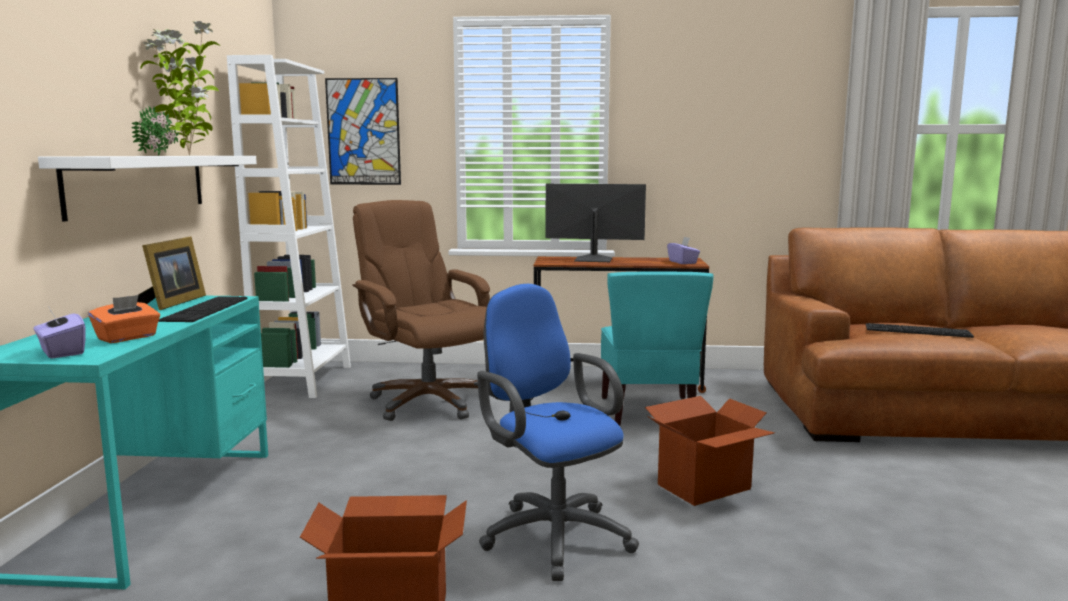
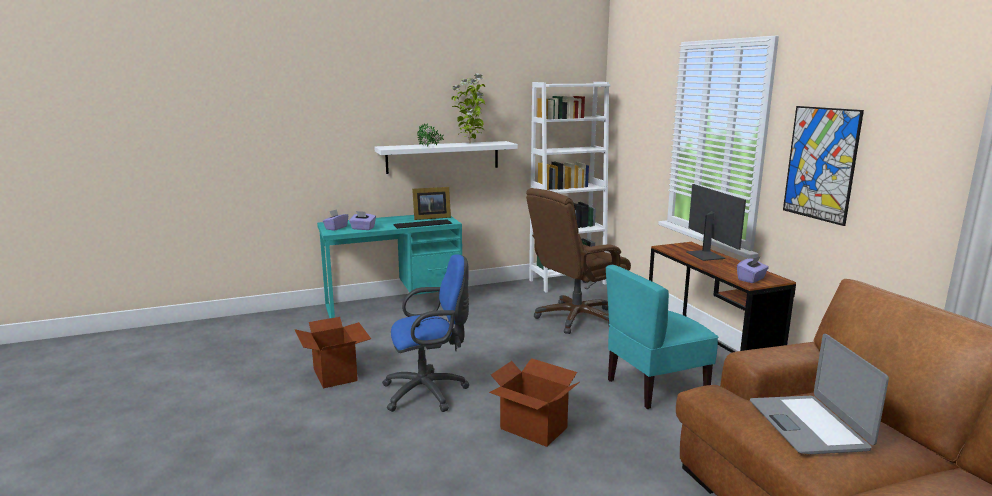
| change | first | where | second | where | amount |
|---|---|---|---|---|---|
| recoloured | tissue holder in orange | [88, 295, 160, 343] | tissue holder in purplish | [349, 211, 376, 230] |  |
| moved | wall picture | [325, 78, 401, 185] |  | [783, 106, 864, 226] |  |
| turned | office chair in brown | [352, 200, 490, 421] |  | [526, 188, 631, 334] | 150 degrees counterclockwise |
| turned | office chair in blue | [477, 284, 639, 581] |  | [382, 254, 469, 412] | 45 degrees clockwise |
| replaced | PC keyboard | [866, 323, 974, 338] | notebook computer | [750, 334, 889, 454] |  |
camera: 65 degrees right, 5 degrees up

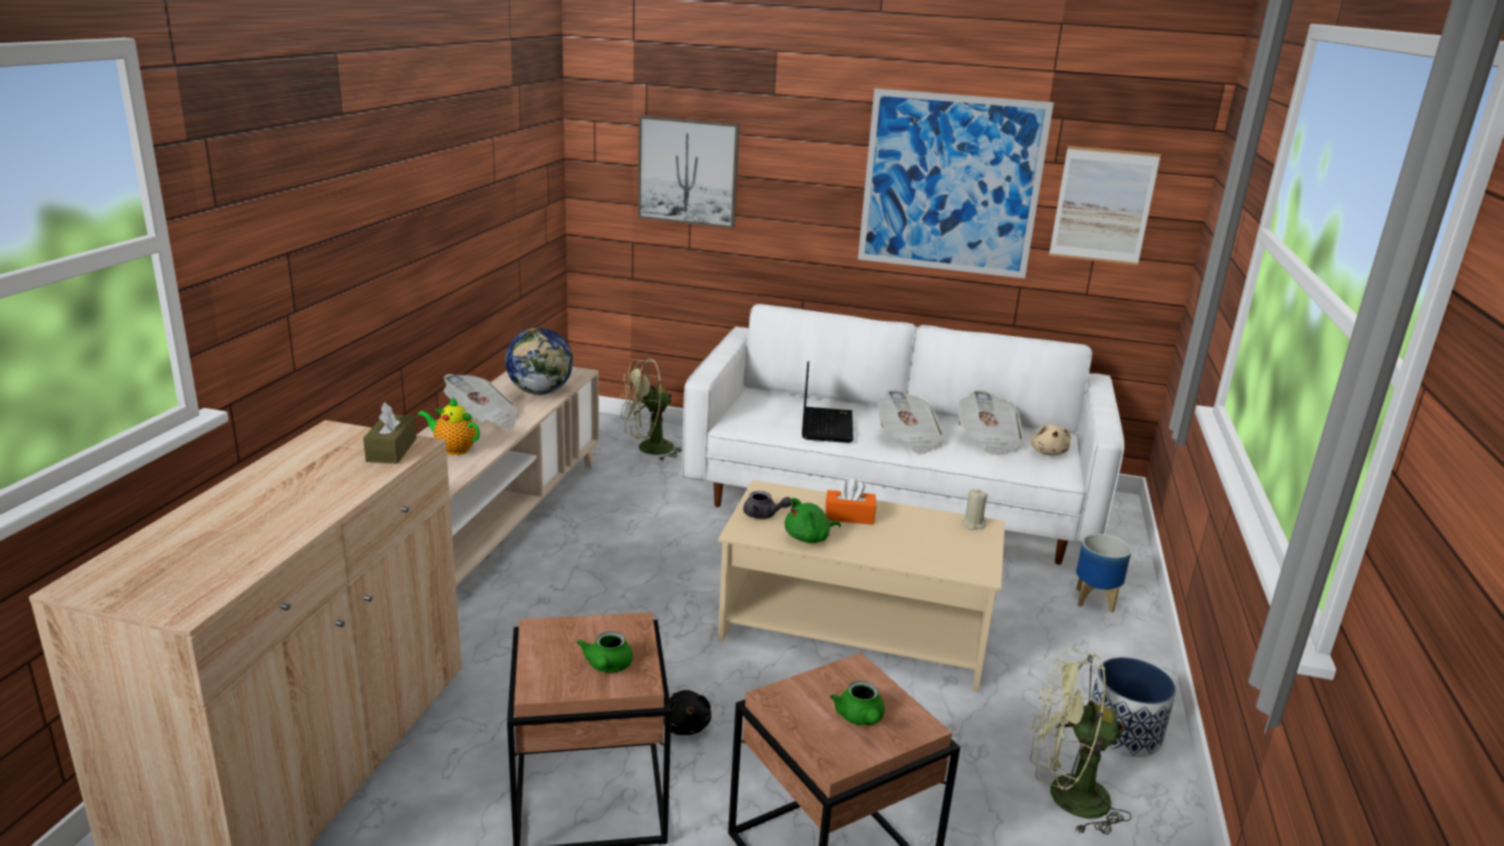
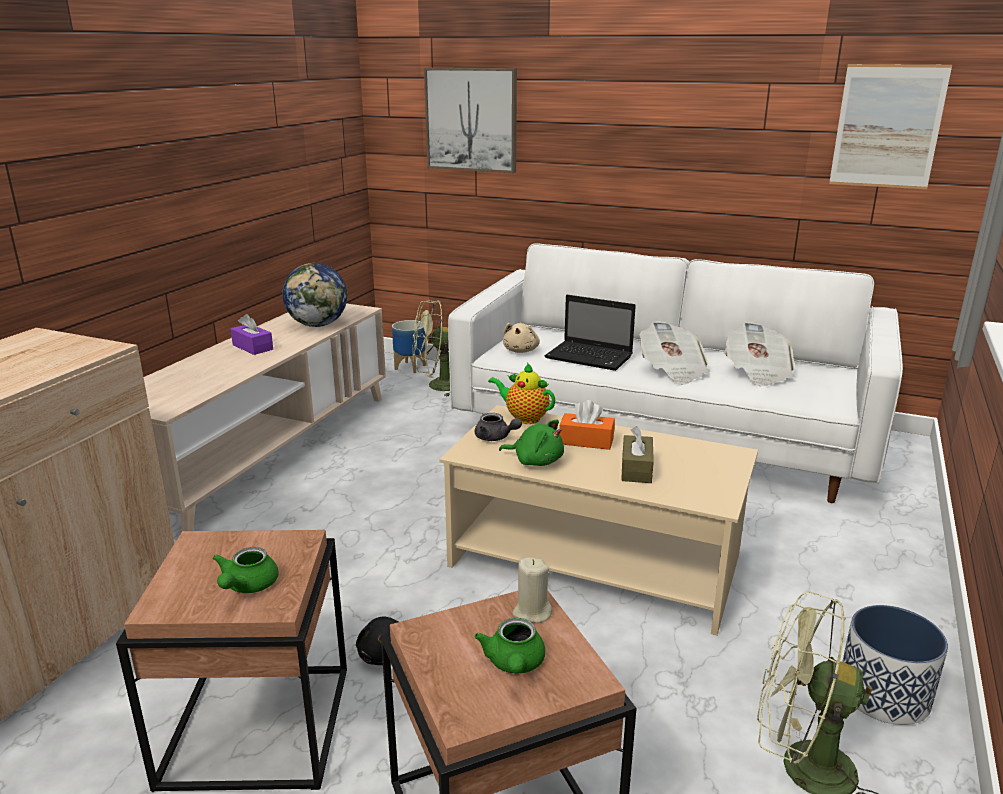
| change | first | where | second | where | amount |
|---|---|---|---|---|---|
| moved | tissue holder in brown | [363, 403, 417, 464] |  | [621, 426, 654, 483] |  |
| moved | tea pot | [417, 397, 480, 455] |  | [488, 363, 555, 424] |  |
| replaced | newspaper | [443, 374, 519, 429] | tissue holder in purplish | [231, 314, 273, 355] |  |
| turned | cuddly toy in green | [785, 498, 841, 543] |  | [499, 420, 564, 466] | 135 degrees counterclockwise |
| turned | notebook computer | [802, 361, 853, 443] |  | [545, 295, 636, 371] | 105 degrees clockwise |
| removed | wall picture | [858, 88, 1054, 279] |  |  |  |
| moved | wax light in beige-coloured | [962, 489, 988, 530] |  | [513, 557, 552, 623] |  |
| moved | cuddly toy in beige-coloured | [1030, 424, 1071, 456] |  | [503, 323, 540, 353] |  |
| moved | flower pot | [1076, 534, 1132, 612] |  | [392, 320, 426, 373] |  |
camera: 10 degrees right, 0 degrees up

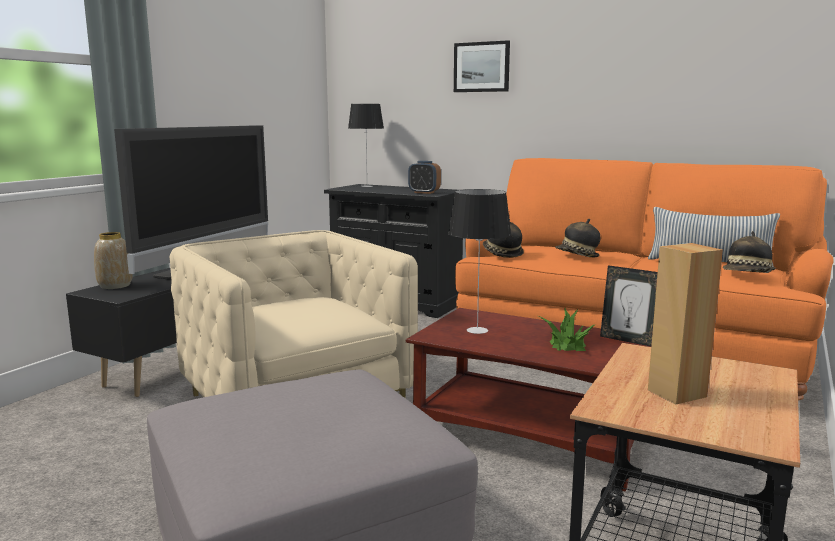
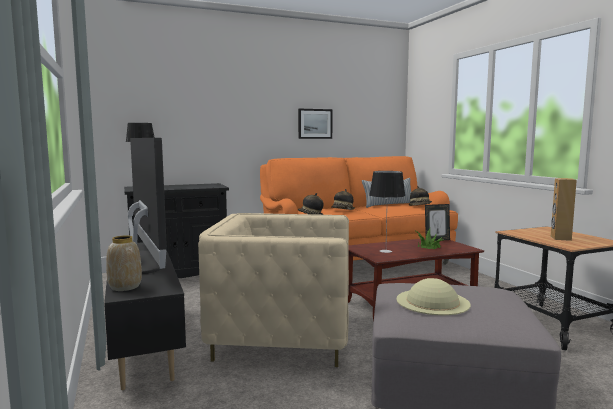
| change | first | where | second | where | amount |
|---|---|---|---|---|---|
| removed | bedside clock | [408, 161, 441, 194] |  |  |  |
| moved | wall picture | [454, 40, 510, 92] |  | [298, 109, 333, 139] |  |
| added |  |  | clothing hat in beige-coloured | [396, 278, 471, 315] |  |
camera: 50 degrees left, 5 degrees down

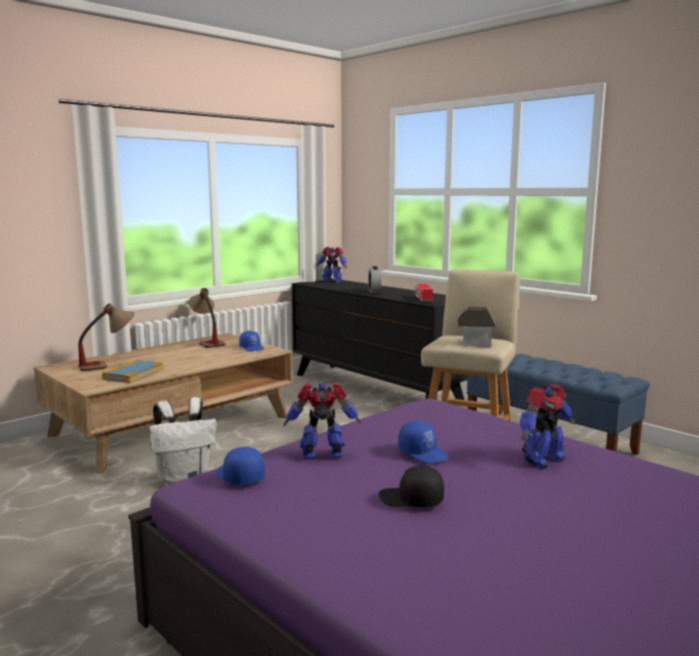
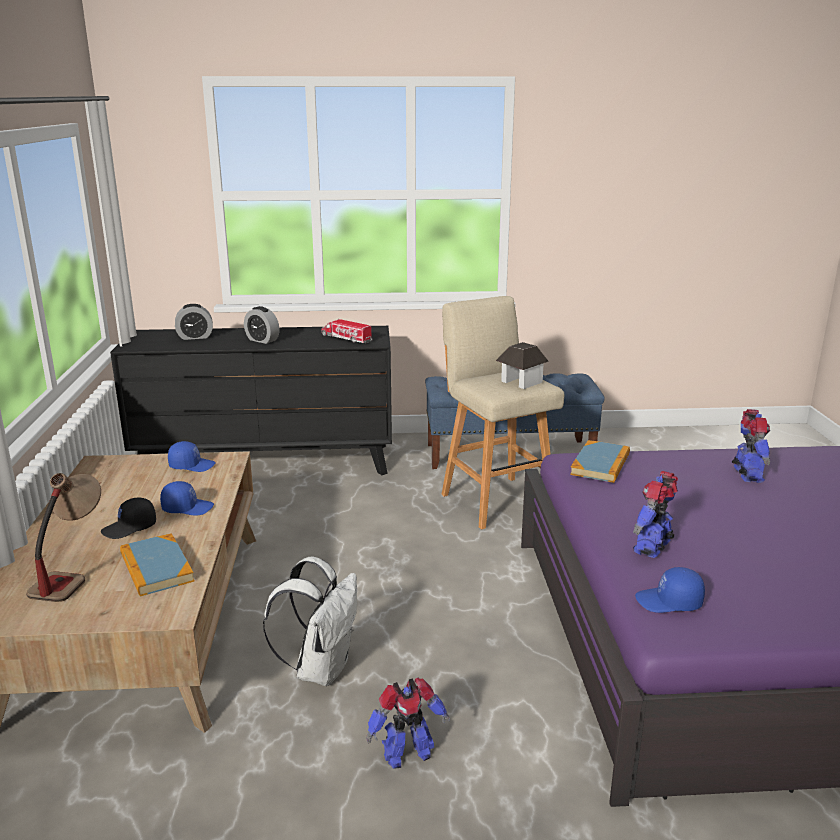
| change | first | where | second | where | amount |
|---|---|---|---|---|---|
| removed | lamp for a table | [189, 288, 225, 348] |  |  |  |
| moved | robot figure | [316, 247, 347, 282] |  | [366, 677, 450, 769] |  |
| moved | peaked cap in black-coloured | [379, 465, 444, 508] |  | [101, 498, 156, 539] |  |
| moved | peaked cap in blue | [398, 421, 449, 464] |  | [160, 481, 214, 515] |  |
| added |  |  | bedside clock | [175, 304, 213, 340] |  |
| added |  |  | bound book | [570, 440, 630, 483] |  |
camera: 50 degrees left, 10 degrees up

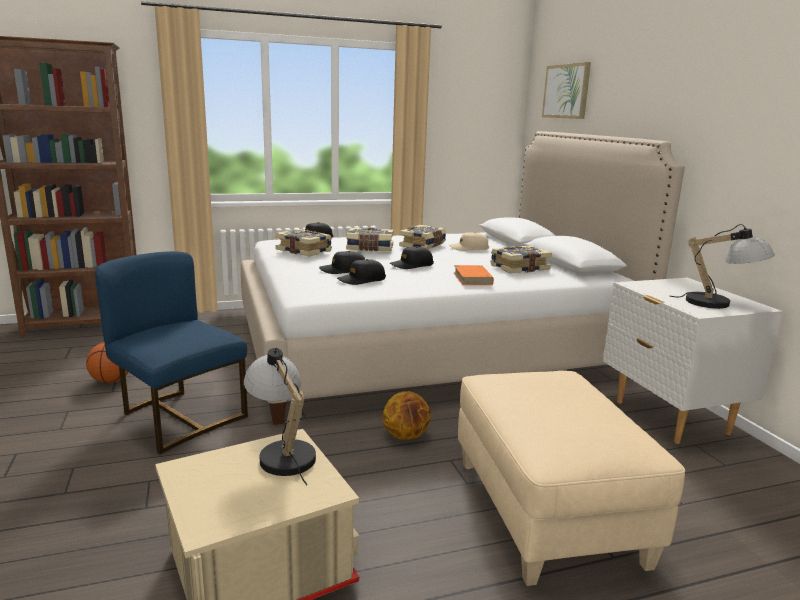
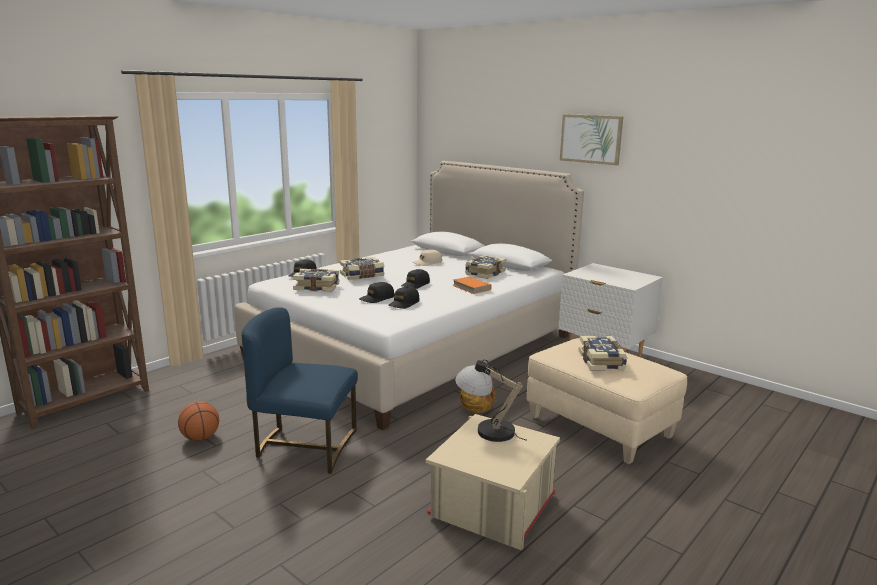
| change | first | where | second | where | amount |
|---|---|---|---|---|---|
| moved | bound book | [399, 225, 446, 249] |  | [578, 336, 627, 371] |  |
| moved | wall picture | [542, 62, 591, 119] |  | [560, 114, 623, 165] |  |
| removed | lamp for a table | [669, 224, 775, 309] |  |  |  |
camera: 30 degrees left, 0 degrees up

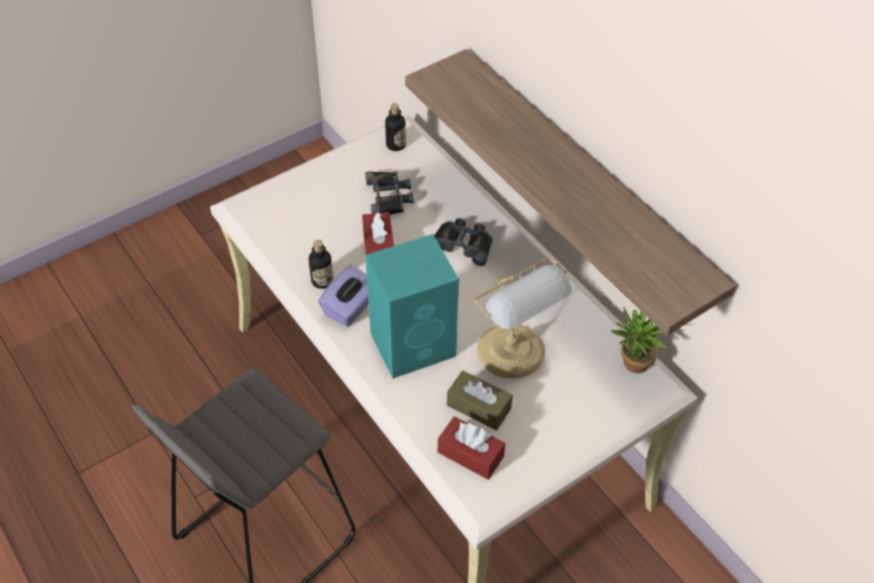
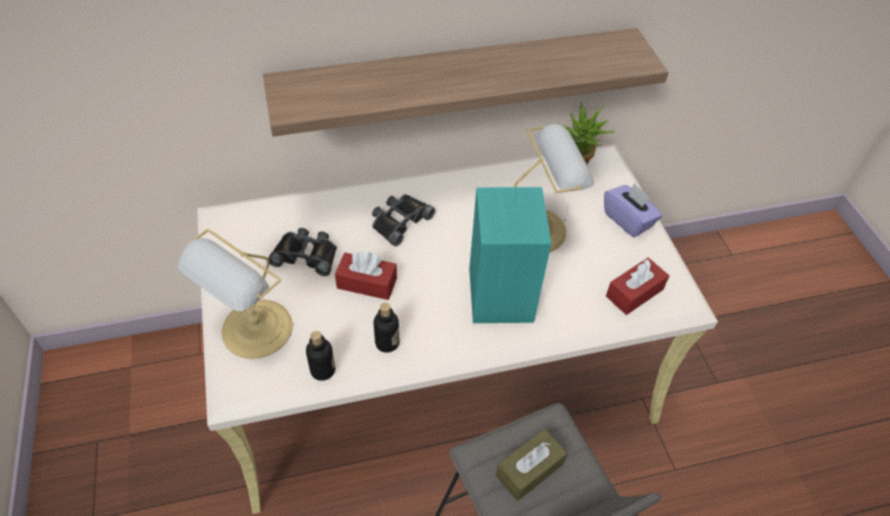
| change | first | where | second | where | amount |
|---|---|---|---|---|---|
| moved | tissue holder in purplish | [318, 265, 369, 327] |  | [604, 183, 662, 237] |  |
| moved | beverage bottle | [385, 103, 406, 151] |  | [306, 331, 335, 381] |  |
| moved | tissue holder in brown | [447, 371, 513, 430] |  | [496, 429, 567, 501] |  |
| added |  |  | lamp for a table | [177, 229, 293, 359] |  |
camera: 70 degrees left, 0 degrees up

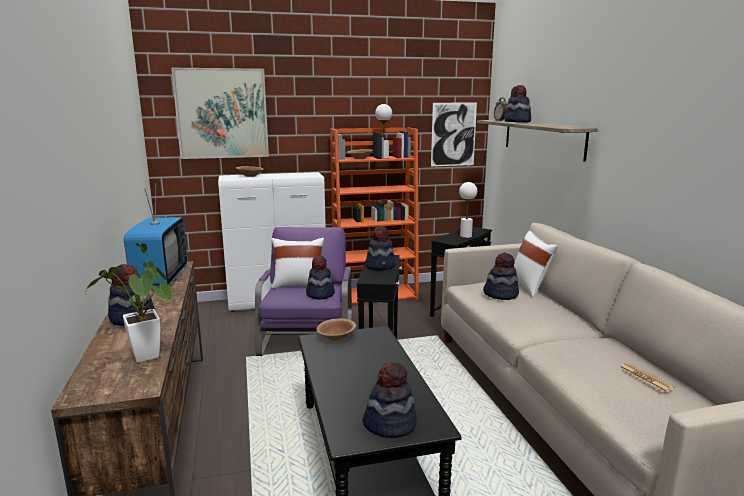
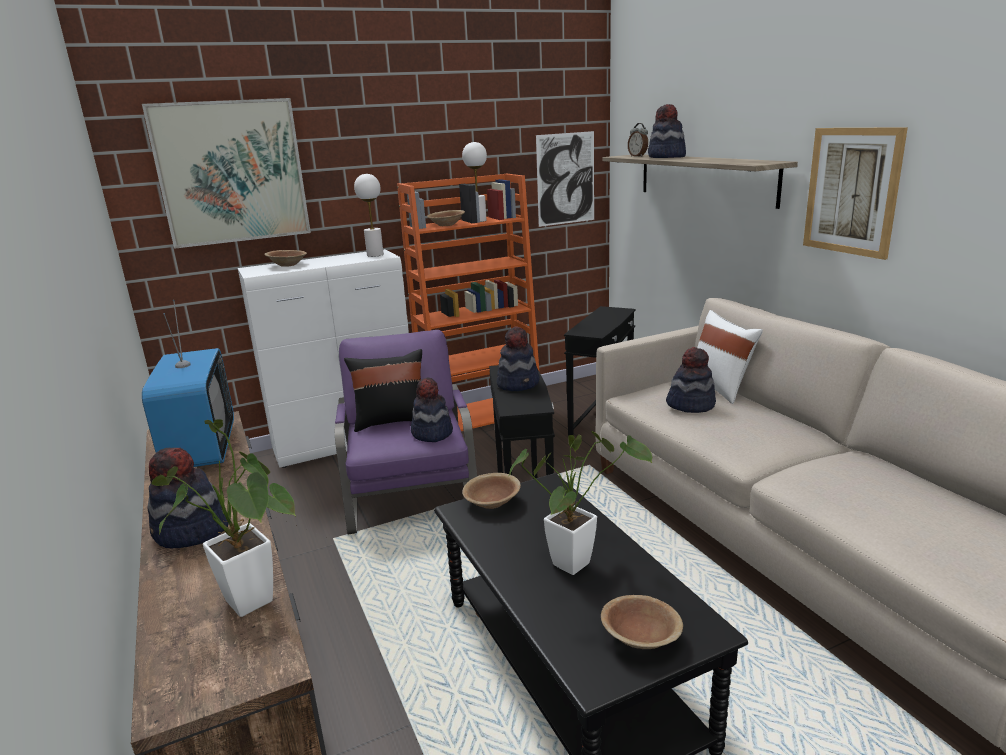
| change | first | where | second | where | amount |
|---|---|---|---|---|---|
| recoloured | pillow in whitish | [271, 238, 324, 289] | pillow in black-coloured | [344, 349, 422, 432] |  |
| replaced | clothing hat | [362, 362, 417, 438] | deep dish in brown | [601, 595, 683, 649] |  |
| moved | lamp for a table in whitish | [459, 182, 477, 238] |  | [354, 174, 384, 257] |  |
| removed | newspaper | [619, 363, 675, 393] |  |  |  |
| added |  |  | potted plant | [509, 431, 652, 575] |  |
| added |  |  | wall picture | [803, 127, 908, 260] |  |
camera: 10 degrees left, 5 degrees up

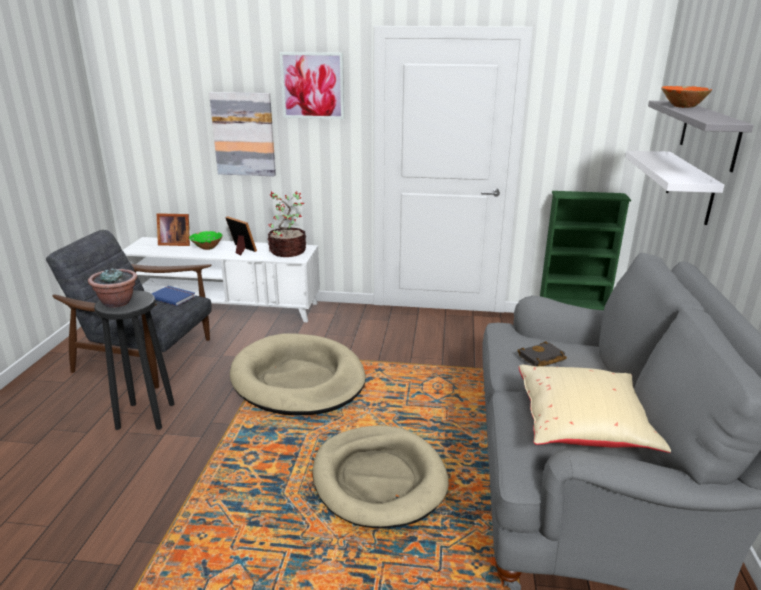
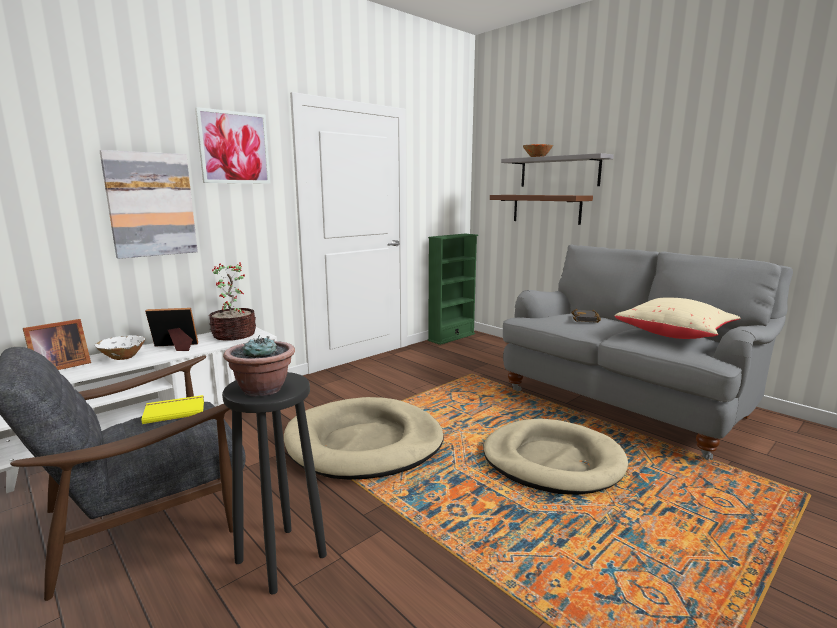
| change | first | where | second | where | amount |
|---|---|---|---|---|---|
| recoloured | bound book in blue | [151, 286, 196, 306] | bound book in yellow | [141, 395, 204, 424] |  |
| recoloured | deep dish in green | [189, 231, 223, 250] | deep dish in whitish | [95, 335, 145, 360] |  |
| recoloured | wall shelf in whitish | [625, 151, 724, 225] | wall shelf in brown | [490, 195, 593, 225] |  |
camera: 50 degrees left, 10 degrees down

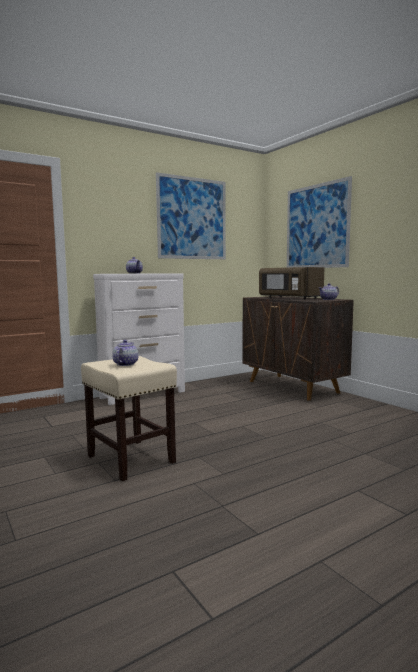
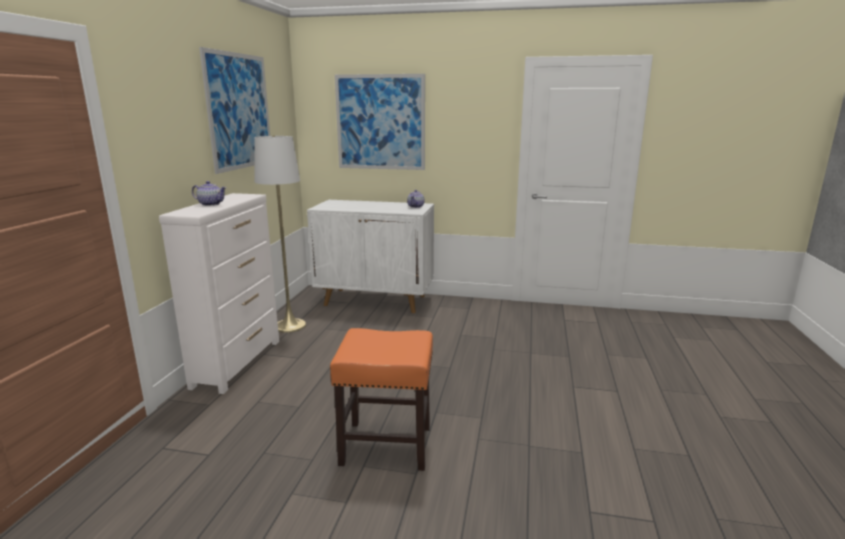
| change | first | where | second | where | amount |
|---|---|---|---|---|---|
| recoloured | stool seat in beige-coloured | [81, 356, 177, 481] | stool seat in orange | [330, 328, 433, 471] |  |
| removed | tea pot | [112, 340, 139, 366] |  |  |  |
| recoloured | cabinet in brown | [243, 296, 354, 401] | cabinet in whitish | [307, 200, 434, 313] |  |
| removed | microwave oven in brown | [259, 267, 324, 299] |  |  |  |
| added |  |  | standing lamp in whitish | [254, 135, 306, 333] |  |
camera: 45 degrees left, 10 degrees up

